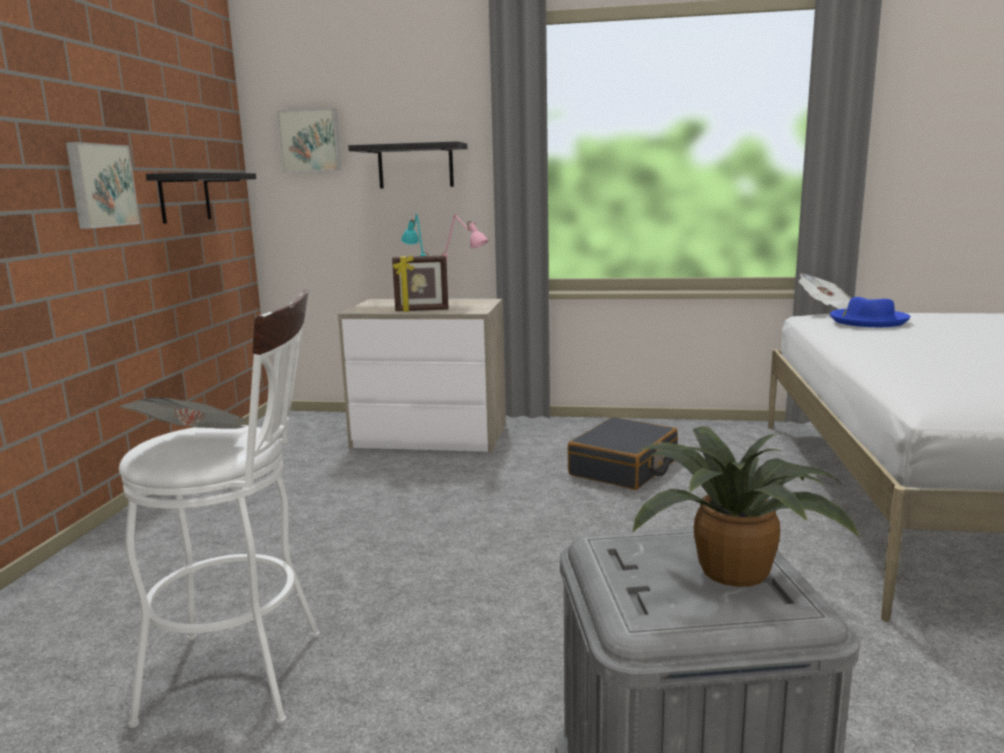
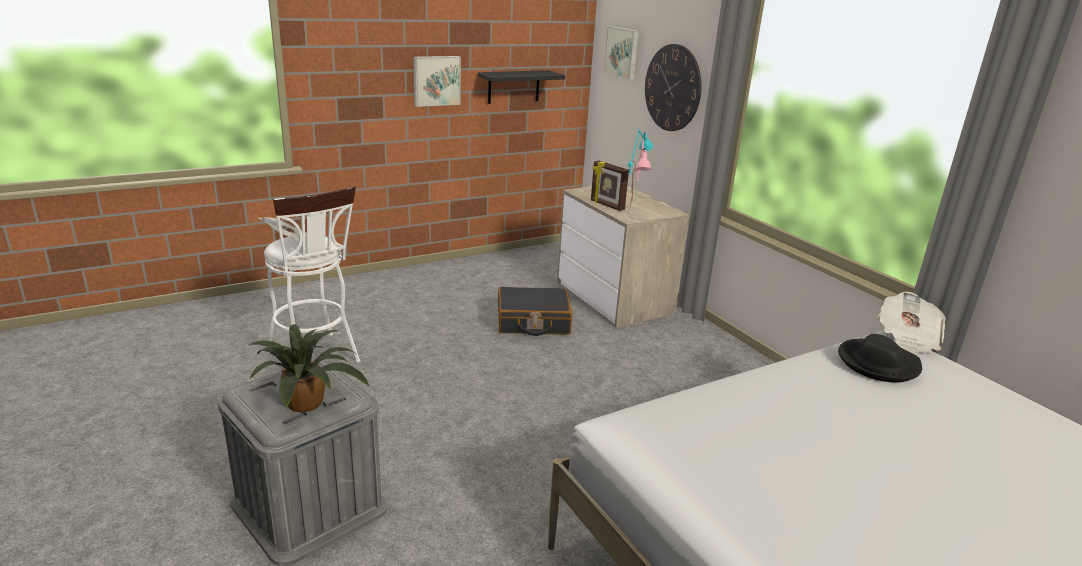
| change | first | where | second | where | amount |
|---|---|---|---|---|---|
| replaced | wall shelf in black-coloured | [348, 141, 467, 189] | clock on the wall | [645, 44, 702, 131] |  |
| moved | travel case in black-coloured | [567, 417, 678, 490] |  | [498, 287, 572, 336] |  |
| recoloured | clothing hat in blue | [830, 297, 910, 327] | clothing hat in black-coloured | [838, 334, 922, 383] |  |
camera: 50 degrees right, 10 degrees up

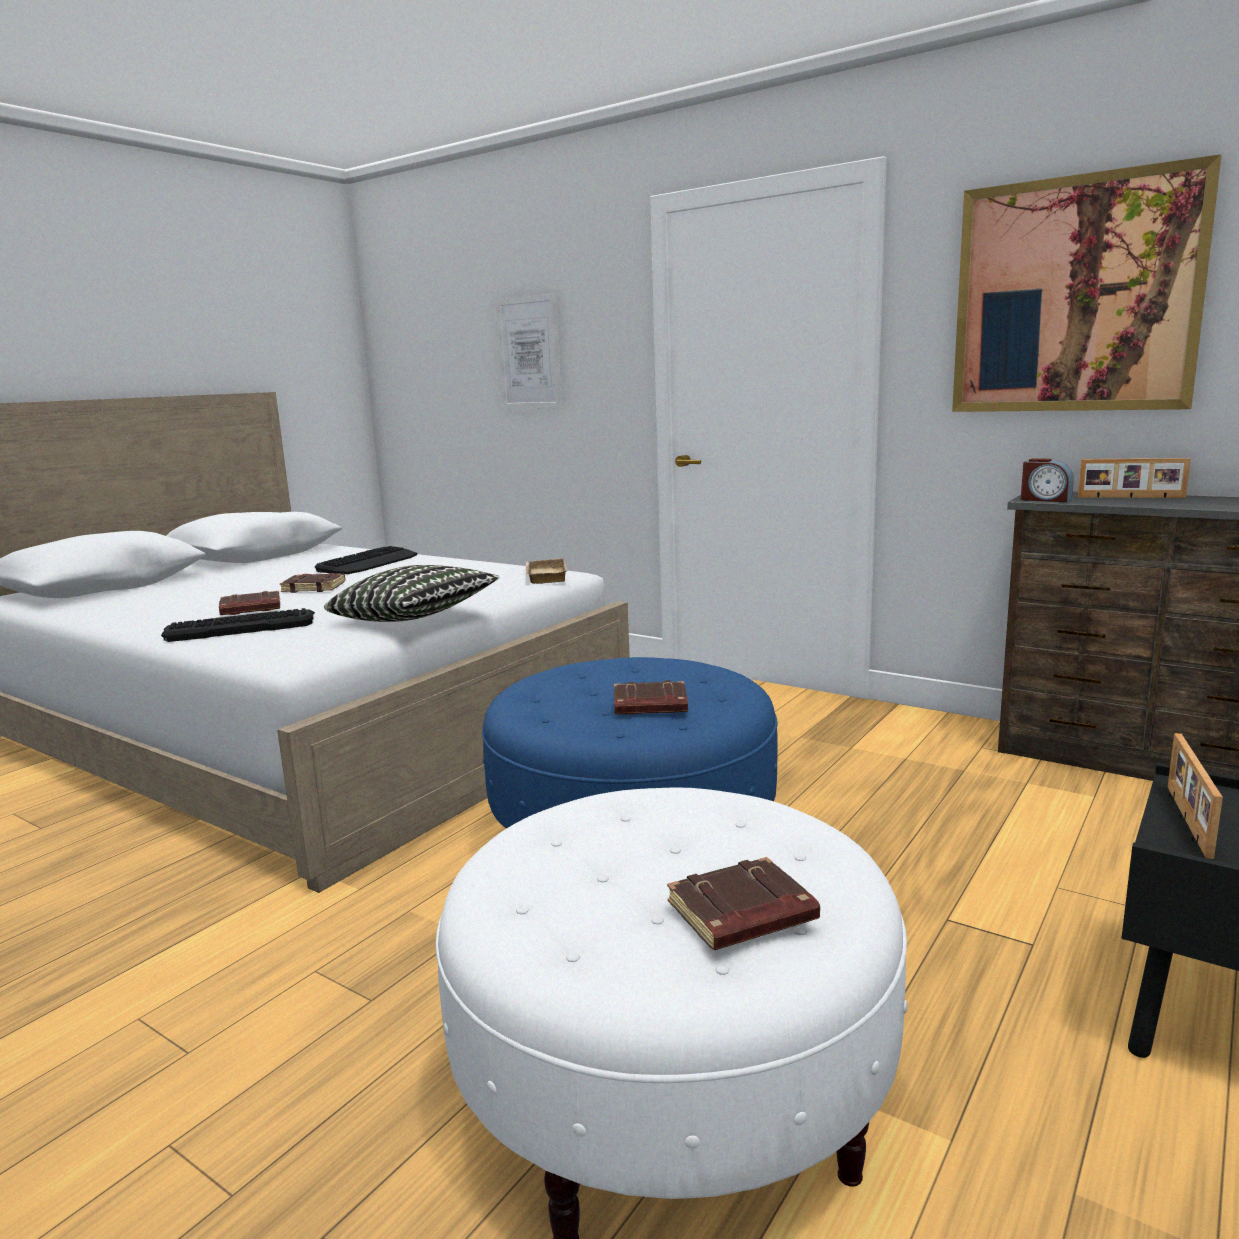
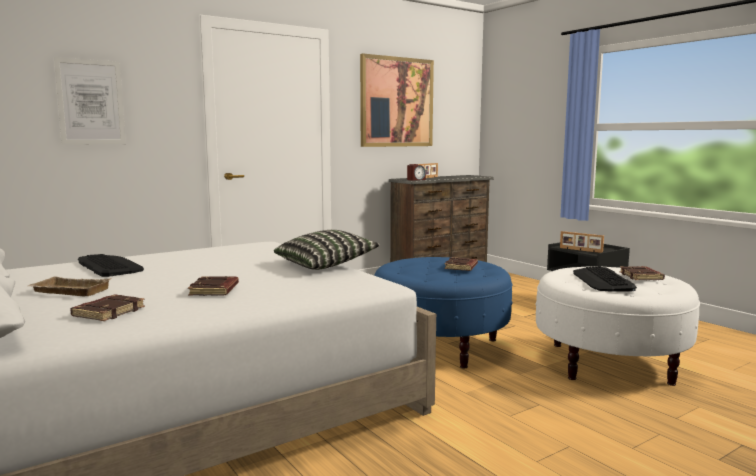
| change | first | where | second | where | amount |
|---|---|---|---|---|---|
| moved | PC keyboard | [161, 608, 315, 642] |  | [573, 266, 637, 292] |  |
| moved | bound book in brown | [280, 573, 345, 593] |  | [70, 295, 145, 321] |  |
| moved | tray in beige-coloured | [525, 558, 568, 584] |  | [28, 276, 112, 296] |  |
camera: 70 degrees left, 5 degrees down

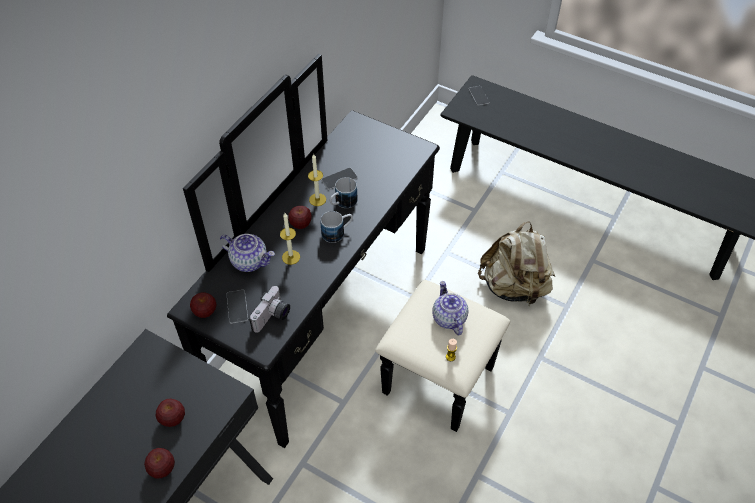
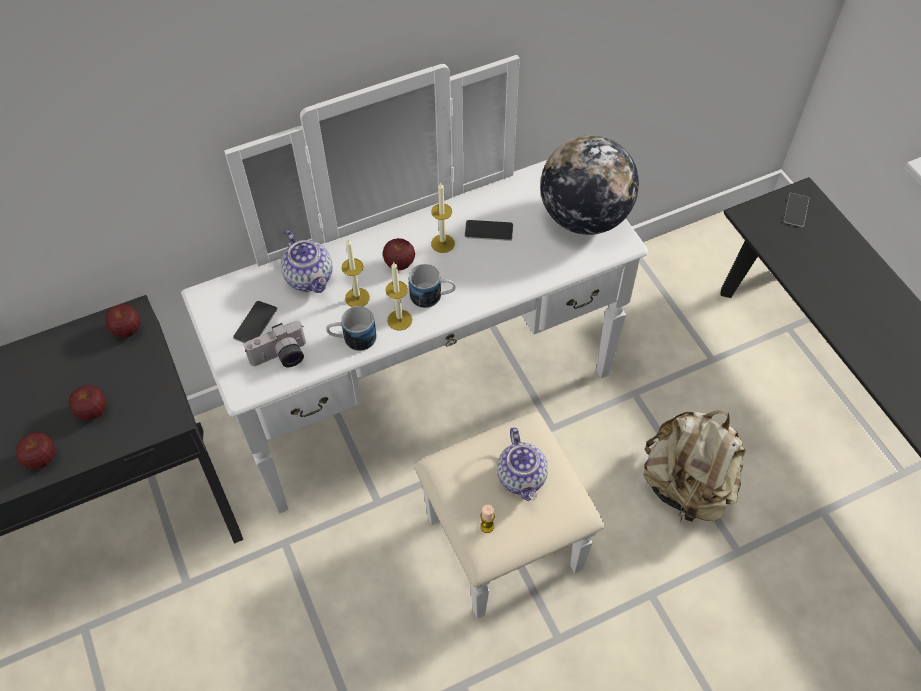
| change | first | where | second | where | amount |
|---|---|---|---|---|---|
| recoloured | dresser in black-coloured | [167, 54, 510, 448] | dresser in whitish | [181, 55, 648, 619] |  |
| moved | apple | [190, 293, 216, 318] |  | [106, 304, 140, 338] |  |
| moved | coffee mug | [330, 177, 358, 208] |  | [326, 306, 376, 351] |  |
| turned | tea pot | [432, 281, 468, 335] |  | [497, 427, 548, 501] | 150 degrees clockwise |
| added |  |  | wax light | [385, 262, 412, 331] |  |
| added |  |  | globe | [540, 135, 639, 235] |  |
camera: 35 degrees right, 5 degrees up

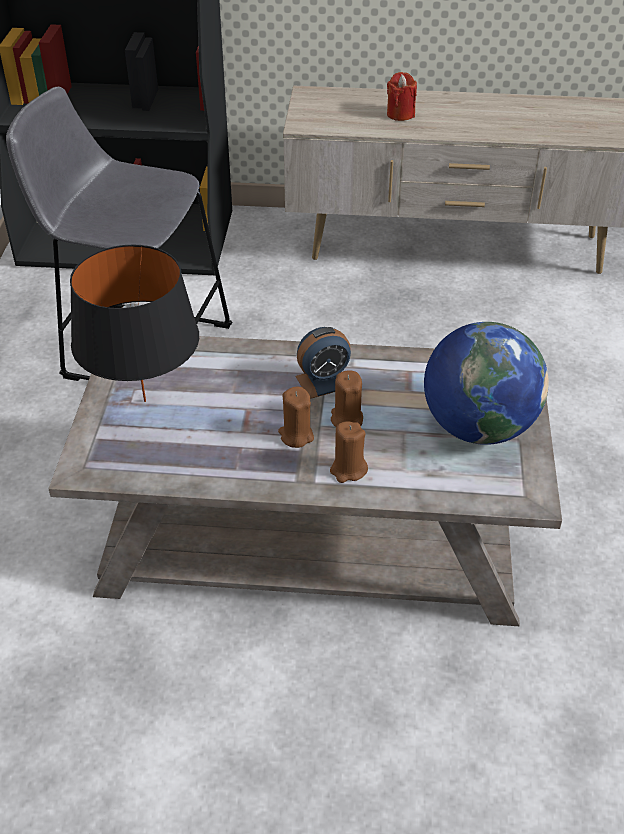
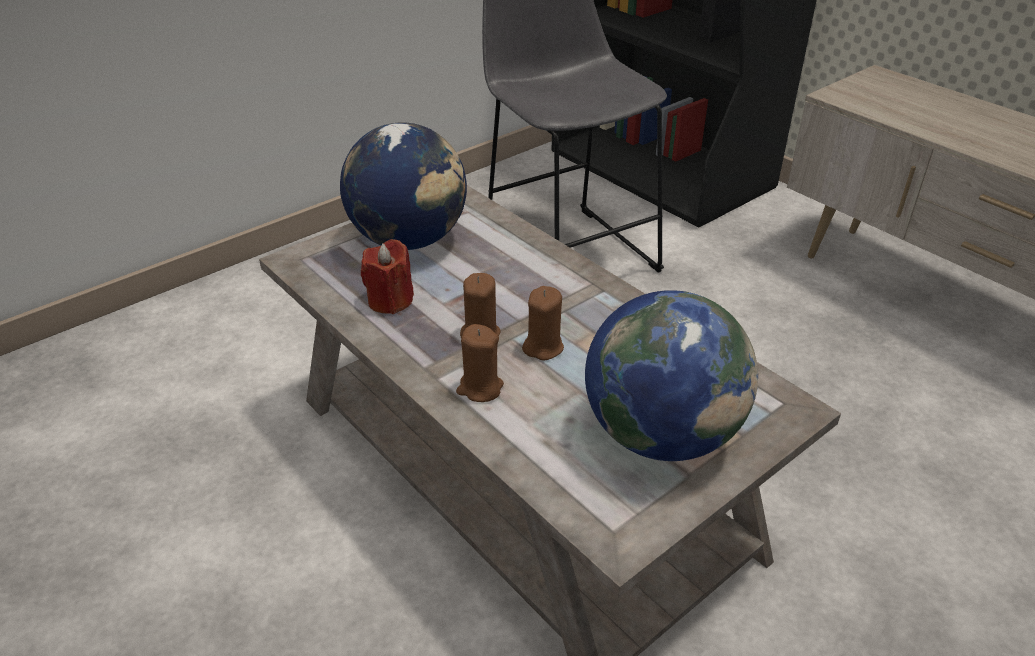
| change | first | where | second | where | amount |
|---|---|---|---|---|---|
| replaced | lamp for a table in black-coloured | [70, 245, 199, 402] | globe | [340, 122, 467, 250] |  |
| removed | bedside clock | [295, 327, 351, 399] |  |  |  |
| moved | wax light in red-coloured | [387, 72, 417, 121] |  | [361, 239, 414, 314] |  |
camera: 45 degrees right, 5 degrees down

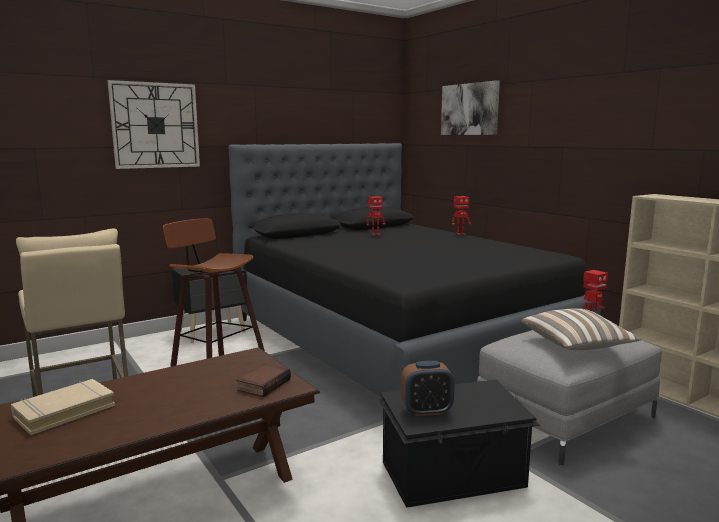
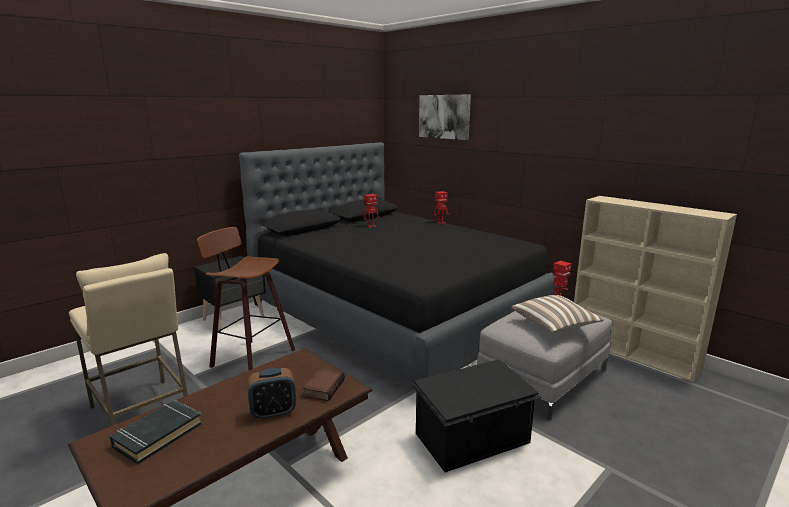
| change | first | where | second | where | amount |
|---|---|---|---|---|---|
| recoloured | bound book in beige-coloured | [11, 379, 115, 435] | bound book in black-coloured | [110, 400, 202, 464] |  |
| removed | clock on the wall | [107, 80, 200, 169] |  |  |  |
| moved | bedside clock | [401, 361, 455, 416] |  | [247, 368, 296, 420] |  |
camera: 10 degrees left, 5 degrees up

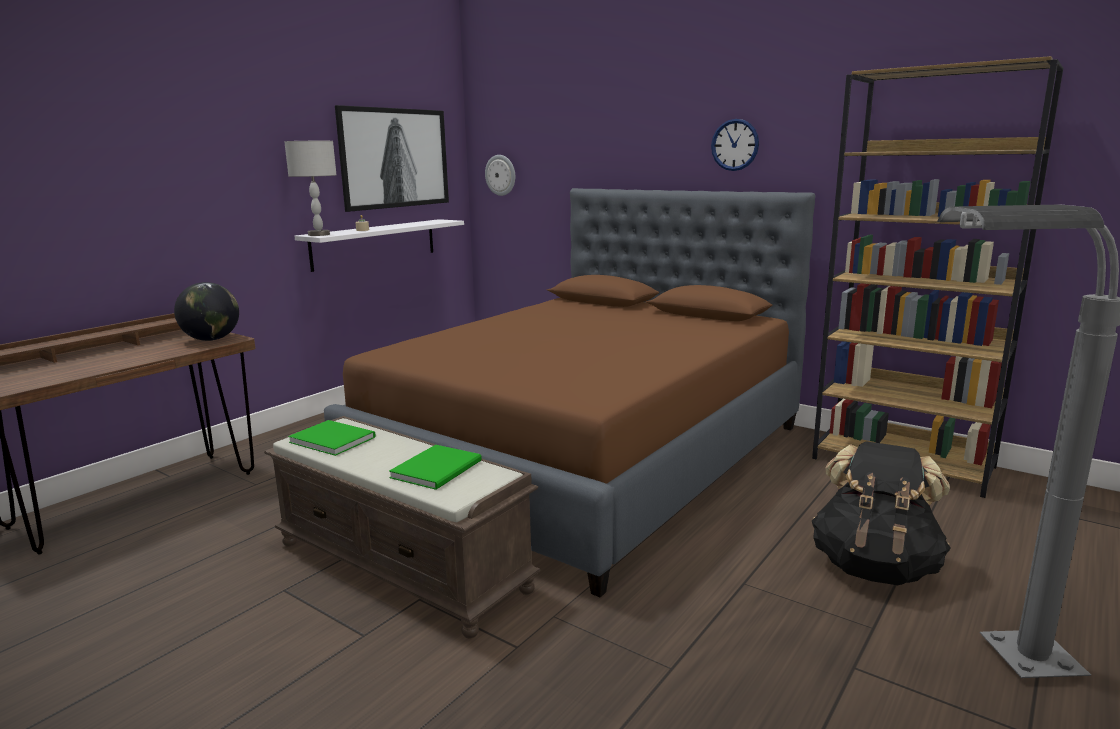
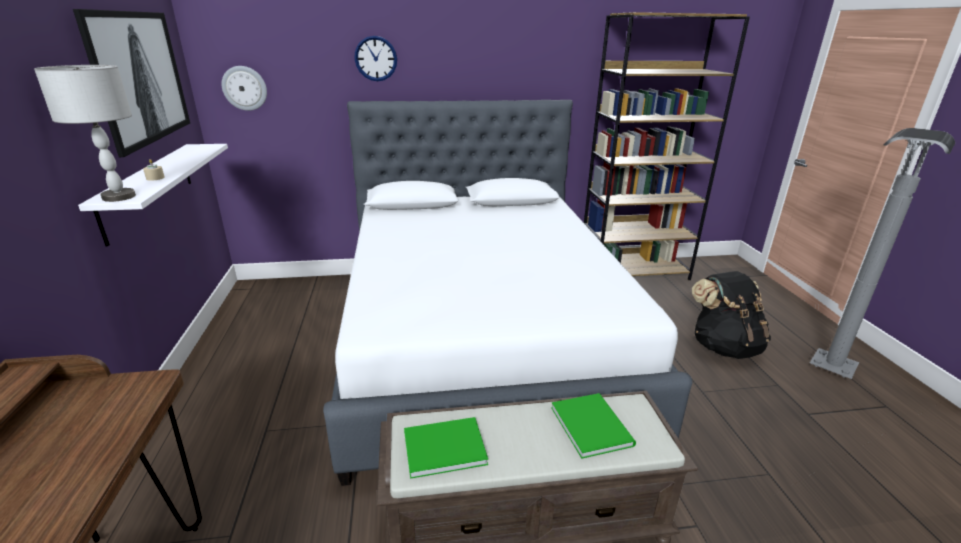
| change | first | where | second | where | amount |
|---|---|---|---|---|---|
| removed | globe | [174, 282, 239, 341] |  |  |  |
| recoloured | sleeping bed in brown | [324, 188, 815, 597] | sleeping bed in whitish | [323, 100, 693, 486] |  |
| moved | clock on the wall | [711, 119, 759, 171] |  | [354, 36, 397, 81] |  |
camera: 45 degrees left, 10 degrees up

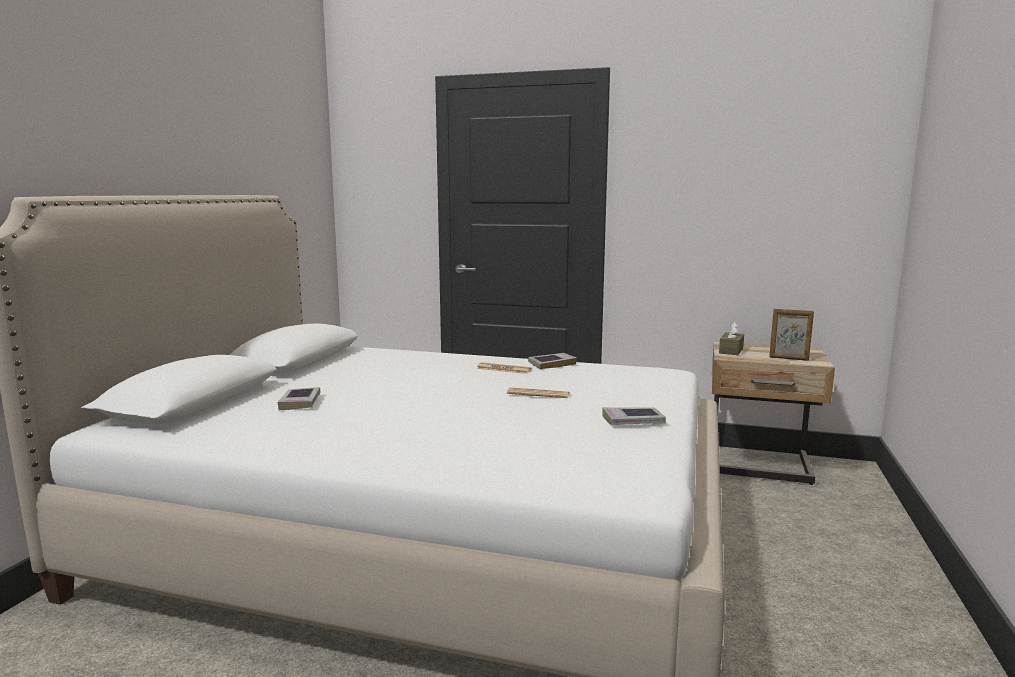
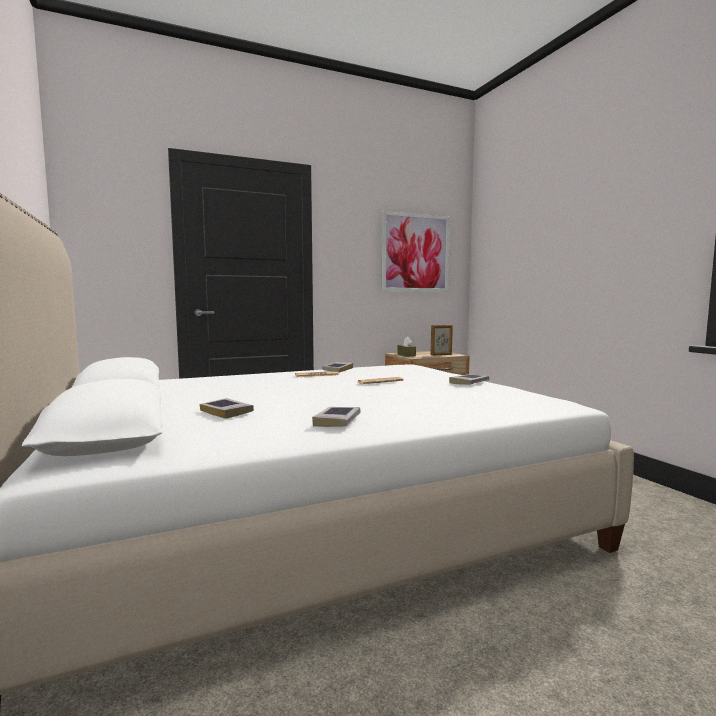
| change | first | where | second | where | amount |
|---|---|---|---|---|---|
| added |  |  | bound book | [312, 407, 361, 427] |  |
| added |  |  | wall picture | [382, 211, 450, 292] |  |
camera: 40 degrees left, 5 degrees down

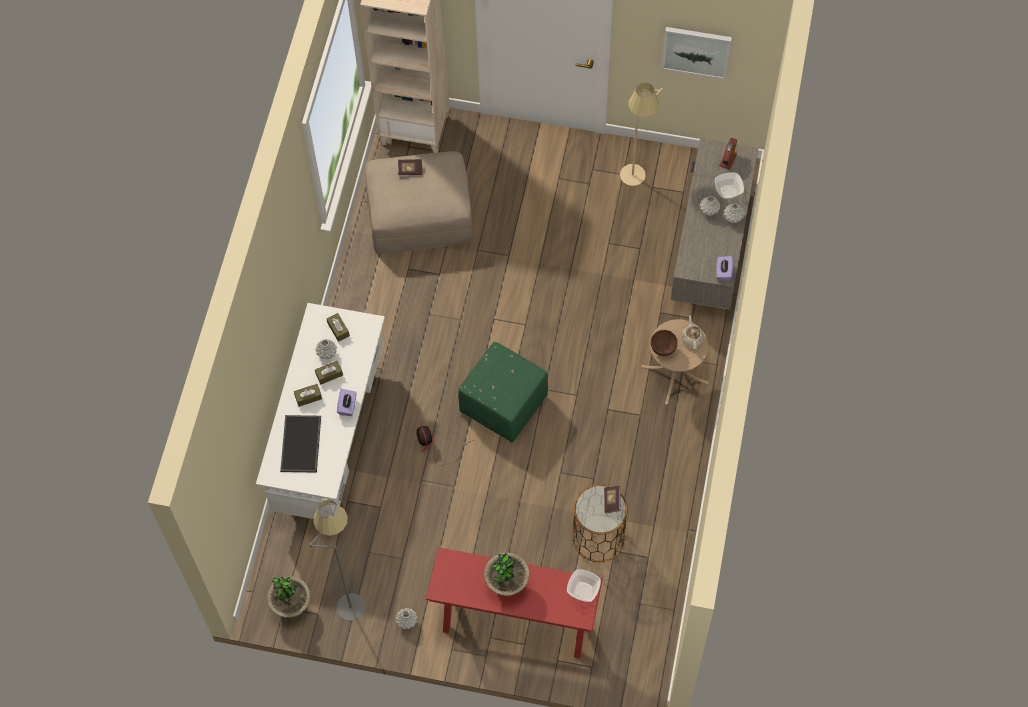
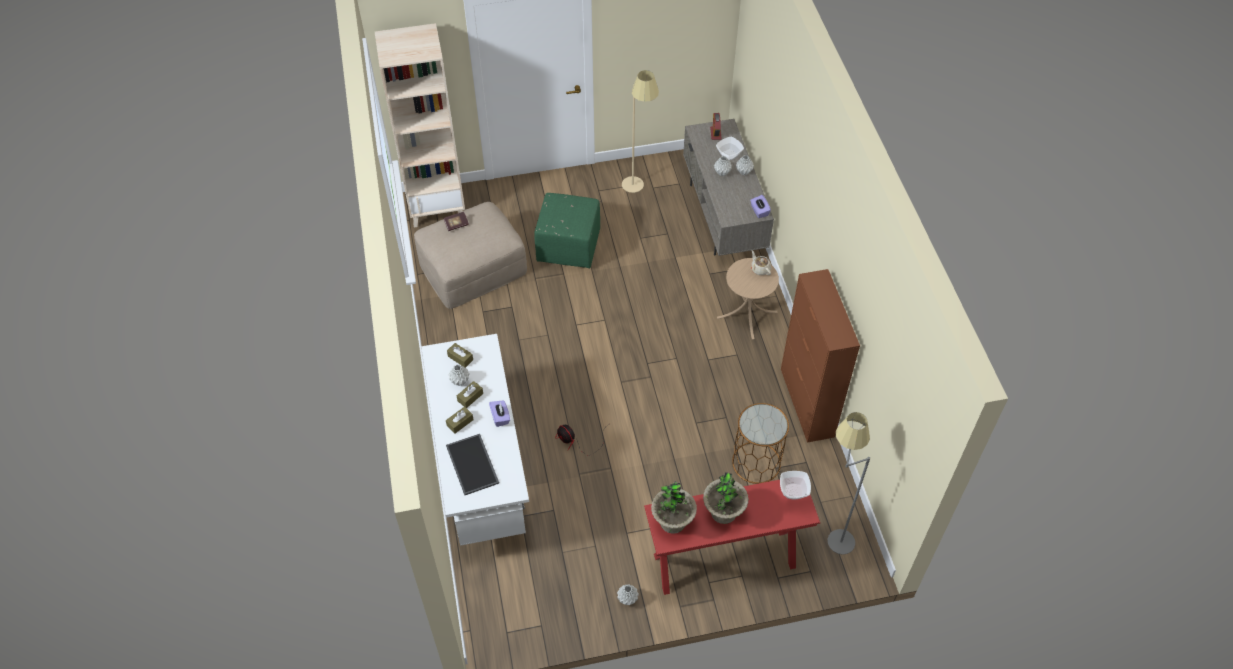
| change | first | where | second | where | amount |
|---|---|---|---|---|---|
| moved | potted plant | [267, 576, 310, 618] |  | [651, 481, 697, 533] |  |
| moved | standing lamp in gray | [309, 500, 365, 621] |  | [827, 412, 870, 555] |  |
| moved | pouffe in green | [458, 342, 548, 443] |  | [534, 193, 600, 268] |  |
| removed | bound book | [604, 486, 621, 513] |  |  |  |
| removed | deep dish in brown | [651, 330, 678, 356] |  |  |  |
| removed | wall picture | [662, 27, 732, 80] |  |  |  |
| added |  |  | cabinet in brown | [781, 269, 860, 443] |  |
camera: 25 degrees left, 10 degrees down

